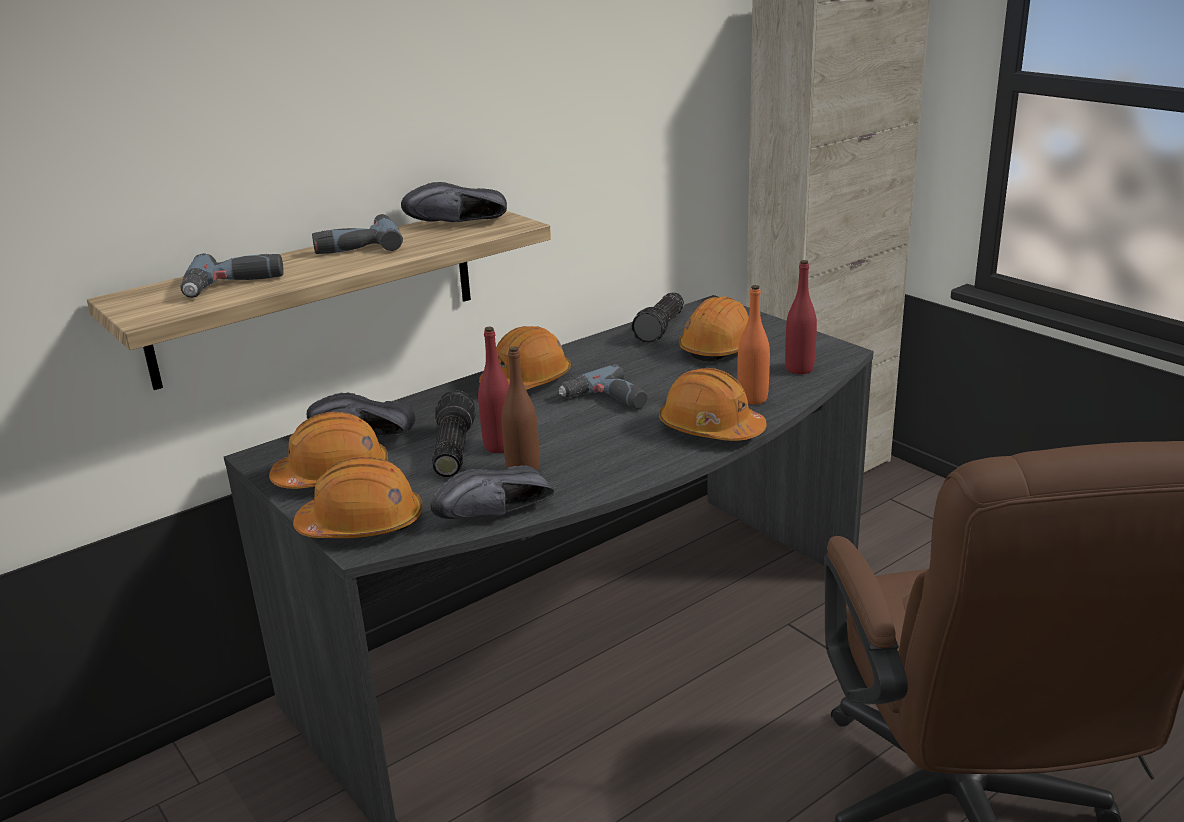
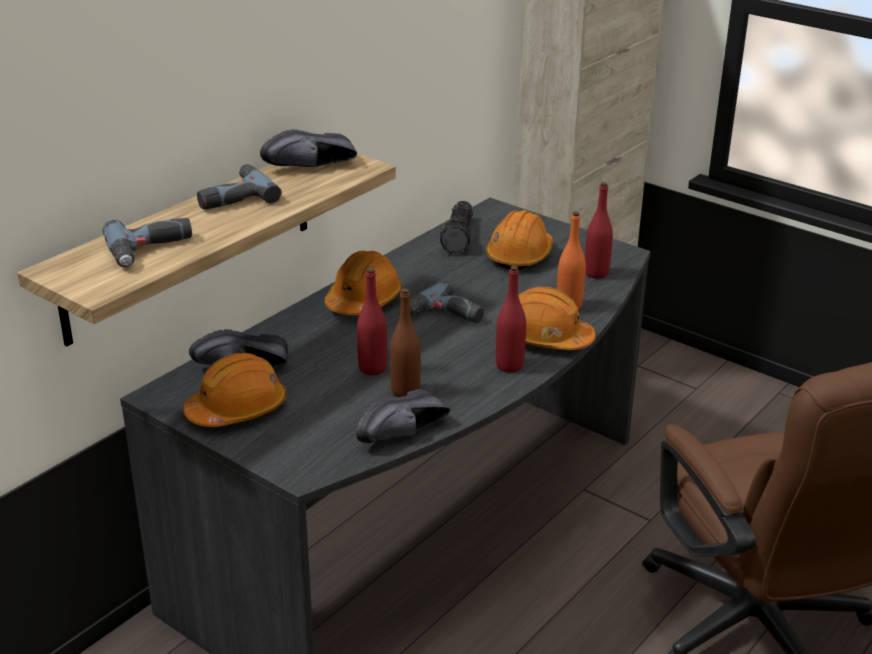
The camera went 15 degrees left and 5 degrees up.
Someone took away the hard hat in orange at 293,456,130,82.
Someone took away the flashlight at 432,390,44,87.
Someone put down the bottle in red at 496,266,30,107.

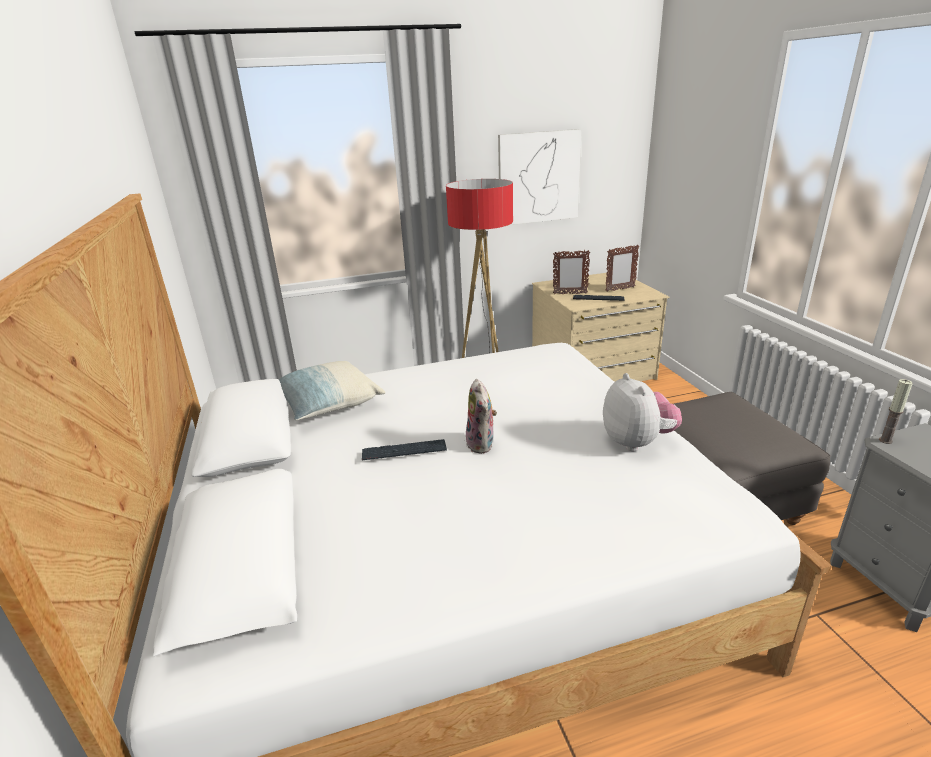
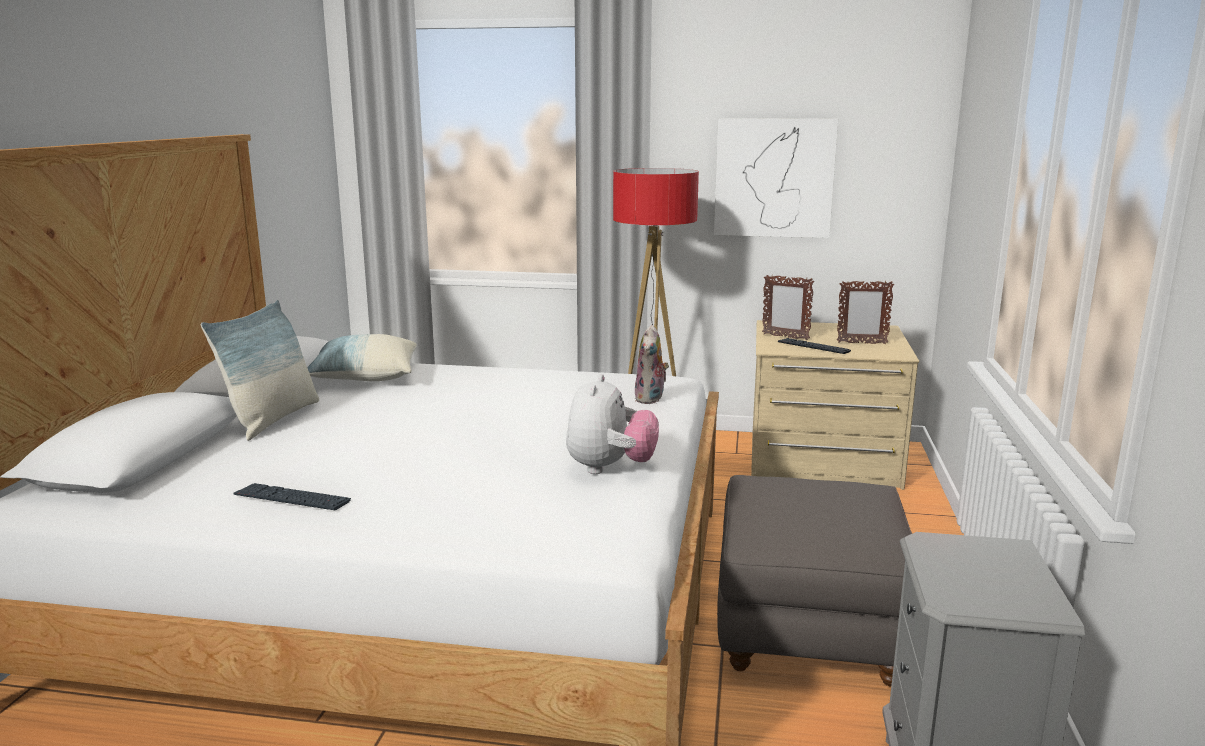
The camera went 25 degrees right and 10 degrees down.
Someone took away the candle at 879,379,34,65.
Someone put down the pillow at 201,300,118,141.
Someone carried the keyboard from 362,439,85,21 to 234,483,117,28.
Someone carried the plush toy from 466,379,31,75 to 635,325,34,79.

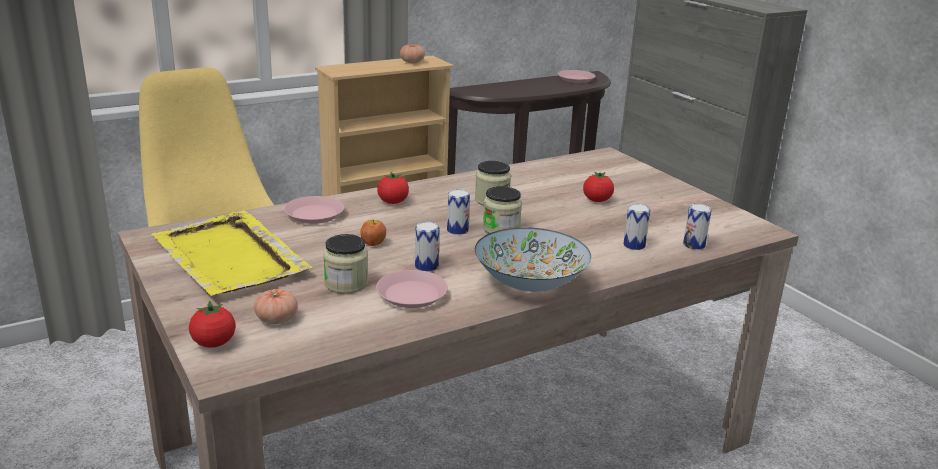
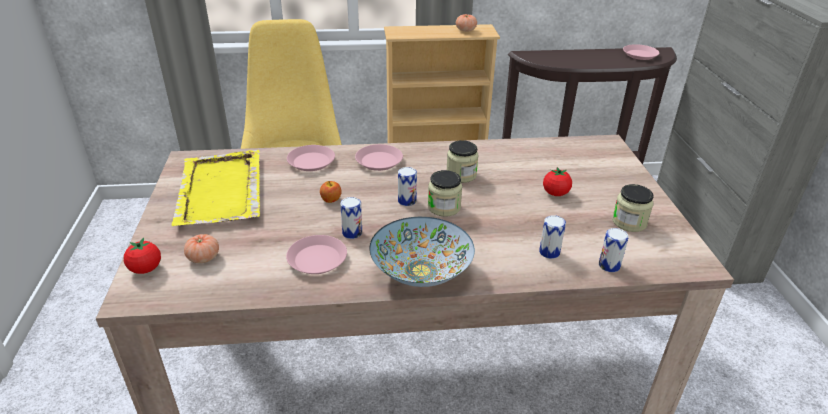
The camera went 25 degrees right and 10 degrees up.
Someone carried the jar from 323,234,45,60 to 612,184,42,48.
Someone swapped the tomato at 377,172,32,32 for the plate in pink at 355,144,48,27.

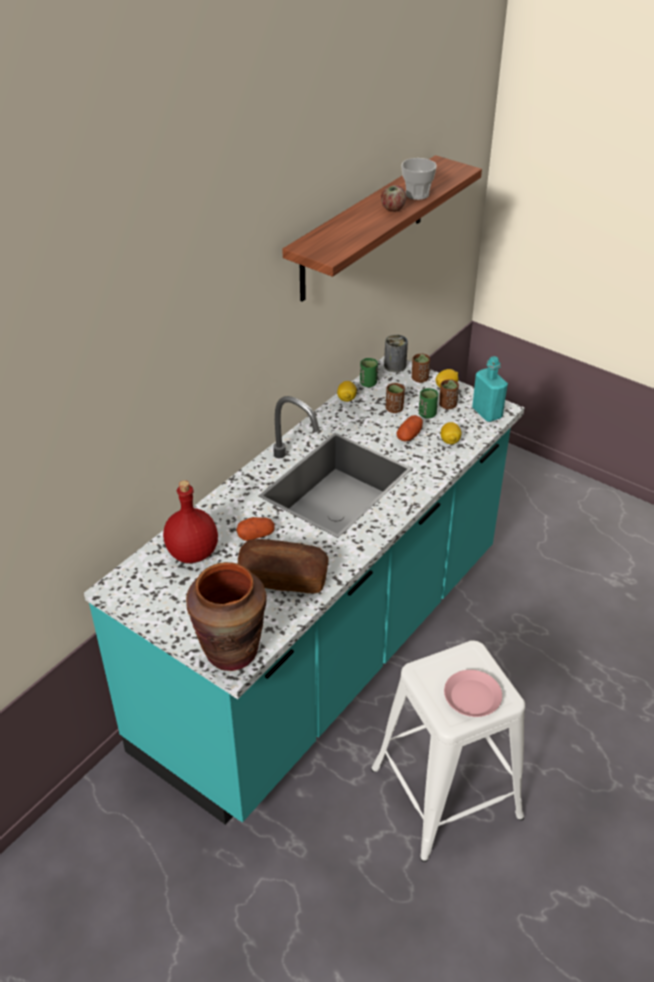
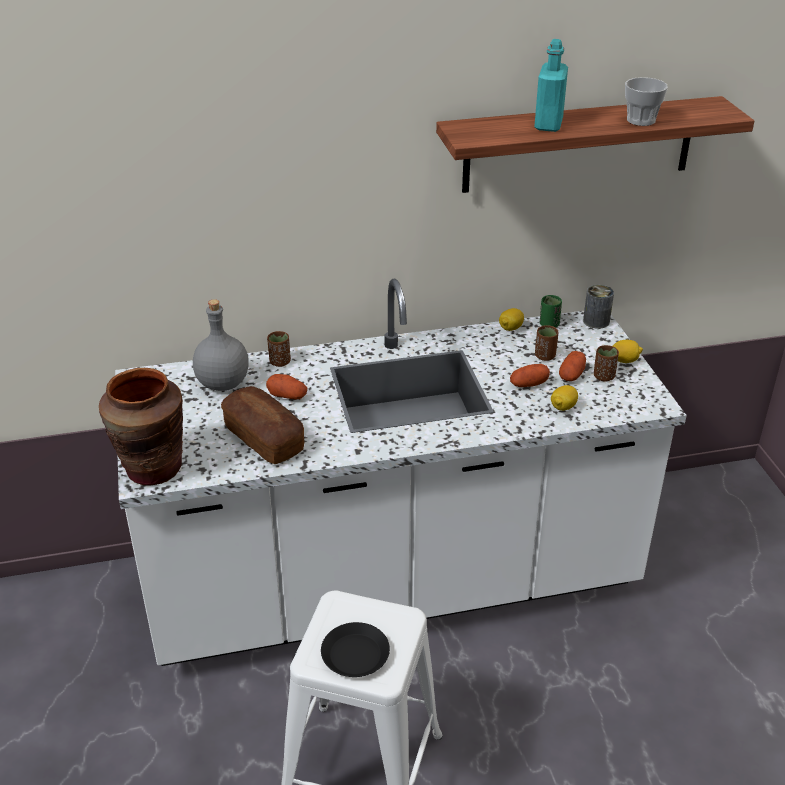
The camera went 40 degrees right and 5 degrees down.
Someone took away the apple at 381,185,25,27.
Someone carried the cup in brown from 412,354,18,29 to 267,331,24,36.
Someone carried the bottle in turquoise from 472,356,36,66 to 534,39,34,93.
Someone swapped the cup in green at 419,388,19,31 for the potato at 559,351,27,30.
Someone repainted the counter in turquoise at 84,356,440,469, which became the counter in white at 115,279,572,387.
Someone repainted the bottle in red at 163,480,55,83, which became the bottle in grey at 193,299,56,92.
Someone repainted the plate in pink at 444,670,58,47, which became the plate in black at 321,622,69,55.

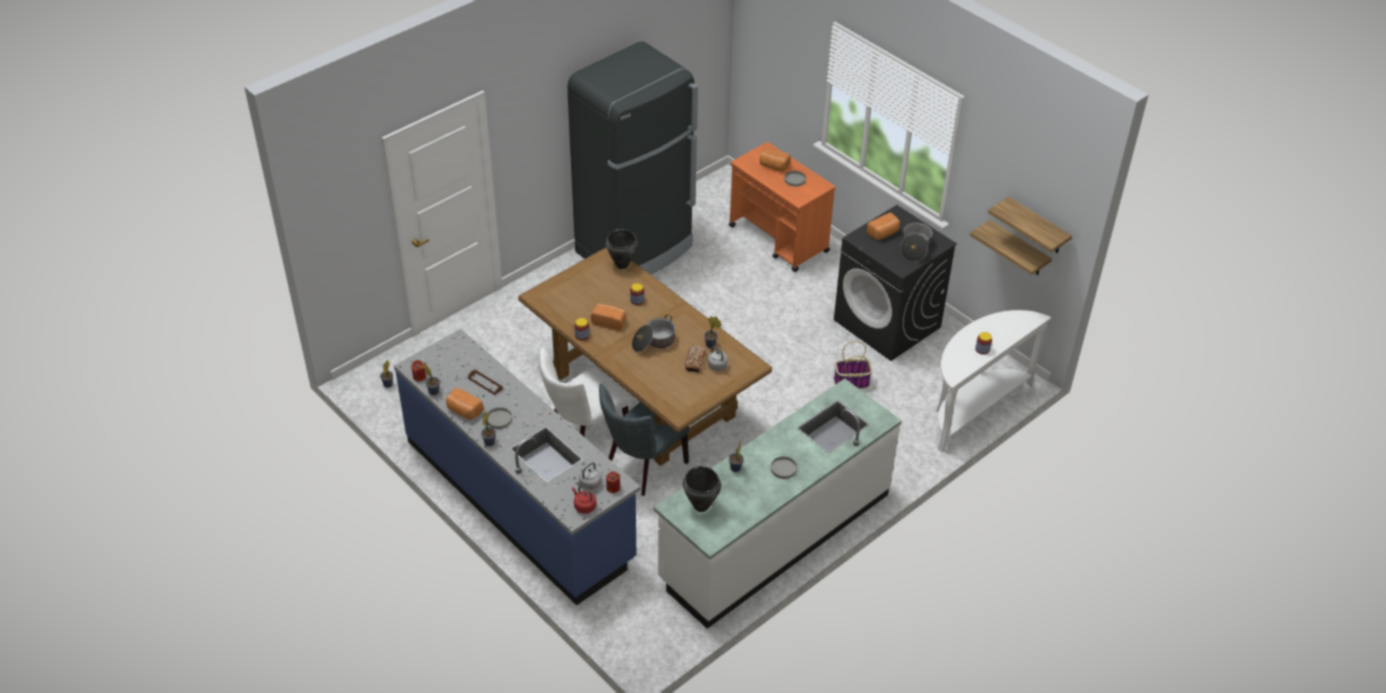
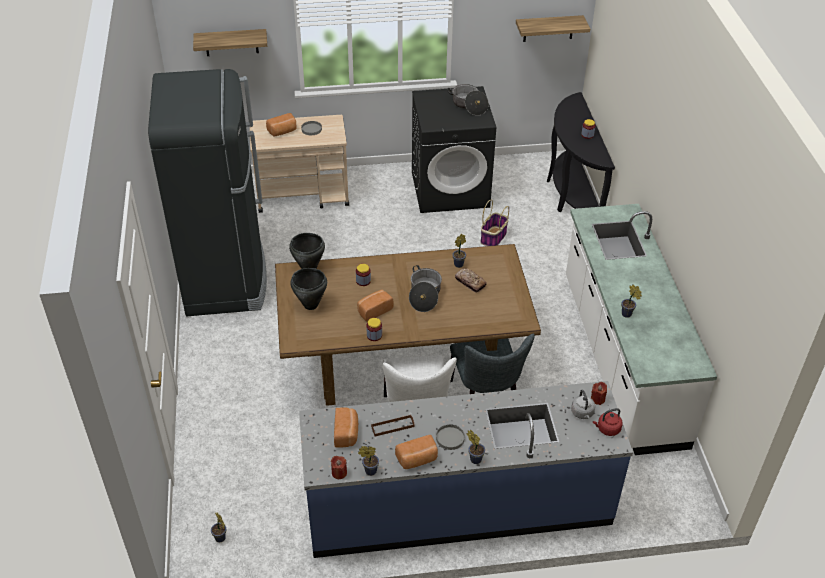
The camera went 55 degrees left and 0 degrees up.
Someone took away the kettle in grey at 708,346,20,25.
Someone took away the plate in grey at 771,457,26,22.
Someone carried the cooking pot in black from 683,466,38,46 to 290,268,37,42.
Someone carried the bread from 867,213,33,27 to 334,408,24,40.
Someone carried the shelf from 970,220,82,55 to 193,29,74,27.
Someone repainted the cart in orange at 729,142,107,130, which became the cart in beige at 250,115,99,98.
Someone repainted the console table in white at 936,310,115,142, which became the console table in black at 547,92,68,120.

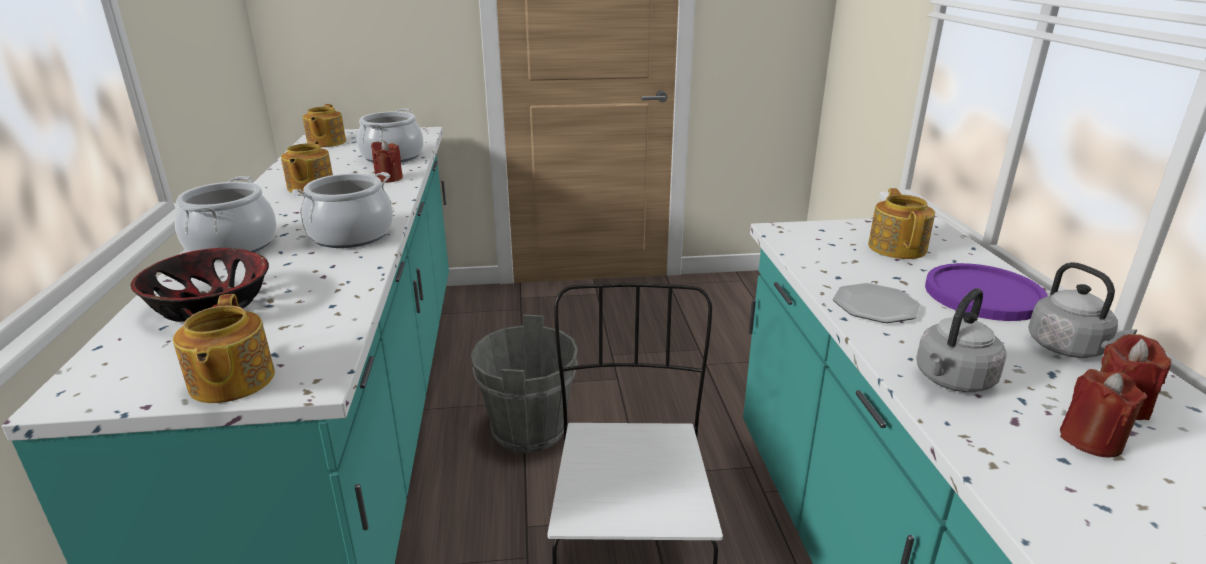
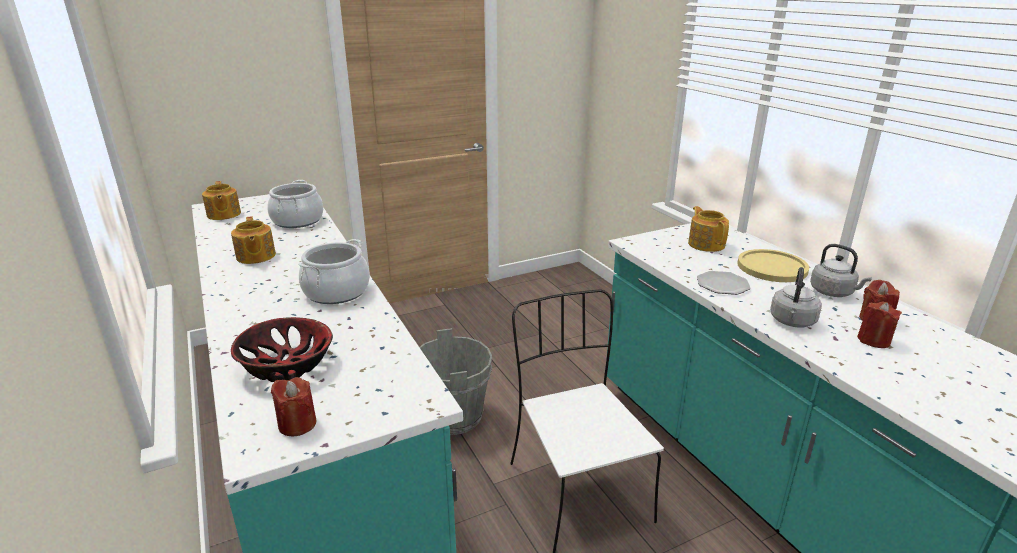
The camera went 20 degrees left and 0 degrees up.
Someone took away the teapot at 173,294,102,109.
Someone took away the cooking pot at 175,176,101,84.
Someone carried the candle in red from 371,140,32,43 to 271,377,46,59.
Someone repainted the plate in purple at 925,263,123,58, which became the plate in yellow at 737,249,72,33.

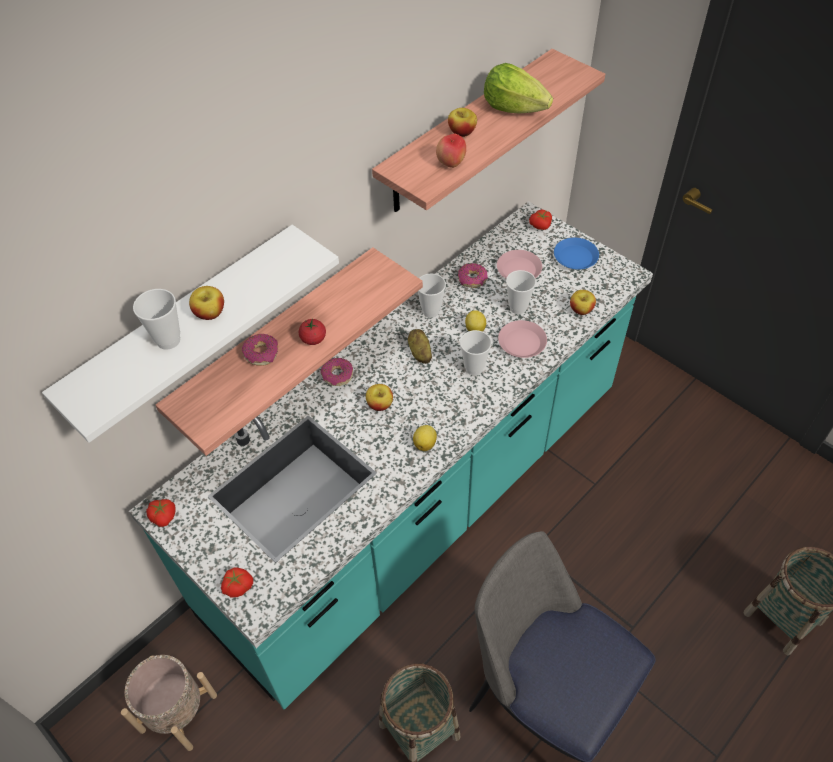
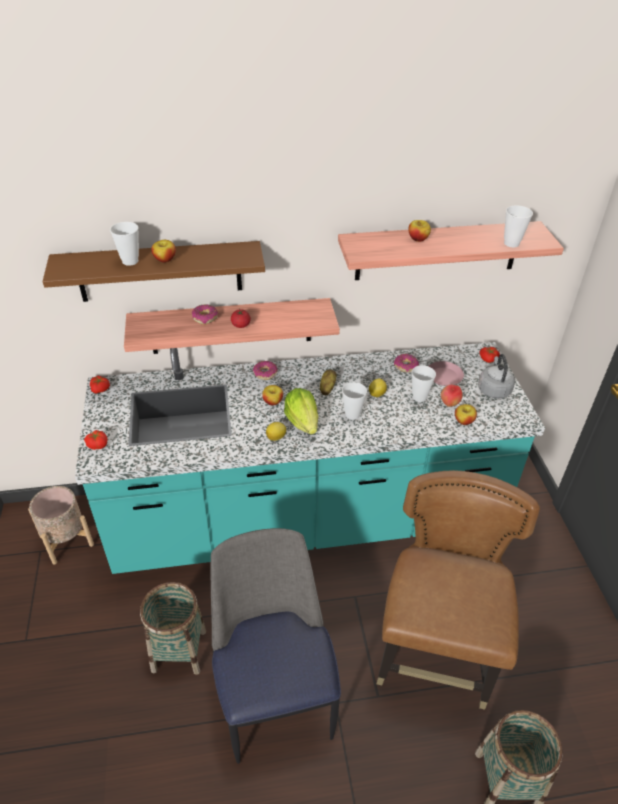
The camera went 35 degrees right and 10 degrees down.
Someone took away the plate in pink at 498,320,49,38.
Someone put down the chair in brown at 377,470,163,240.
Someone carried the cup from 418,274,28,44 to 504,205,29,42.
Someone carried the apple from 436,134,30,34 to 441,385,21,22.
Someone carried the lettuce from 484,63,69,50 to 284,388,34,46.
Someone swapped the plate in blue at 554,238,45,31 for the kettle in grey at 478,354,37,45.
Someone repainted the shelf in white at 42,225,297,218, which became the shelf in brown at 43,241,222,61.

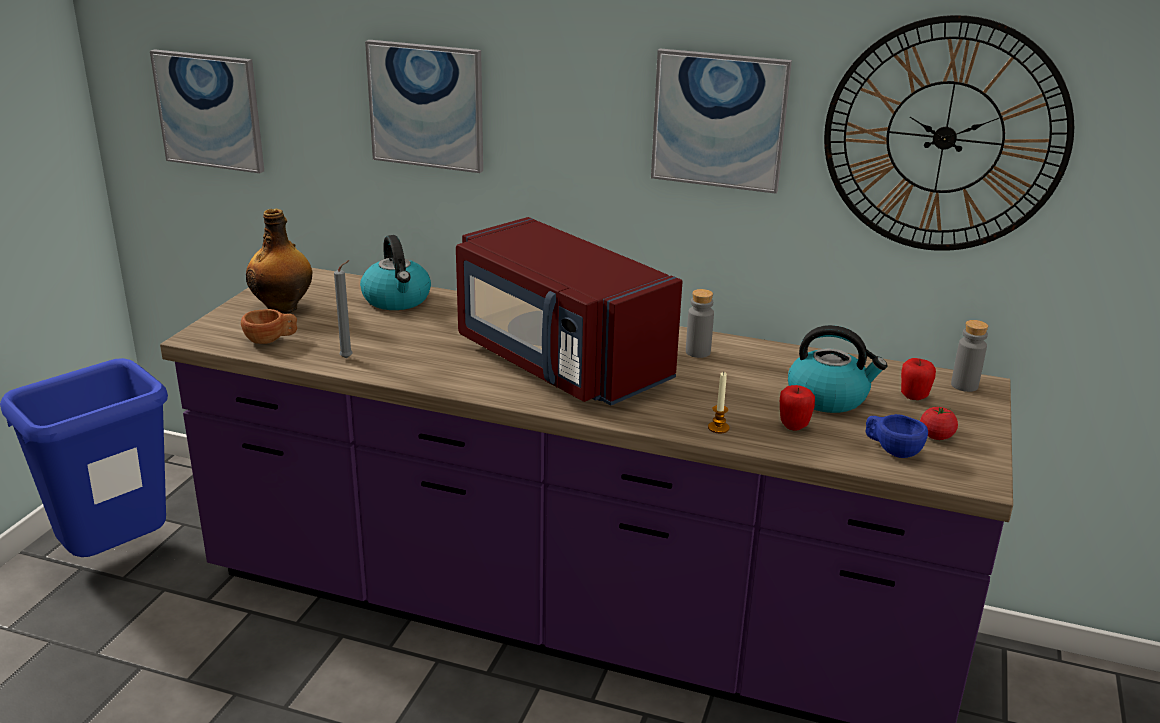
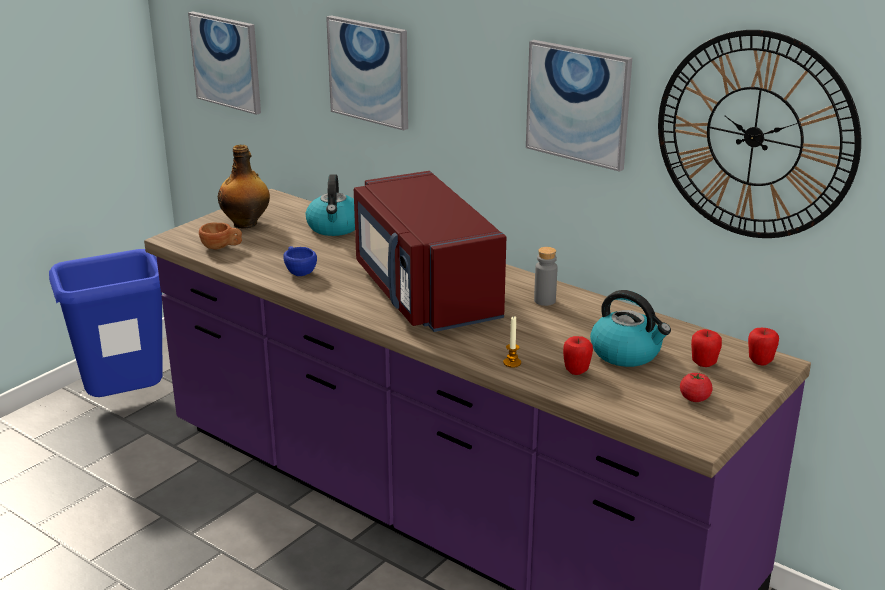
The camera went 20 degrees right and 0 degrees up.
Someone took away the candle in grey at 334,260,18,98.
Someone carried the cup in blue from 866,414,62,44 to 283,246,34,30.
Someone swapped the bottle in grey at 951,320,37,72 for the apple at 748,328,31,37.

